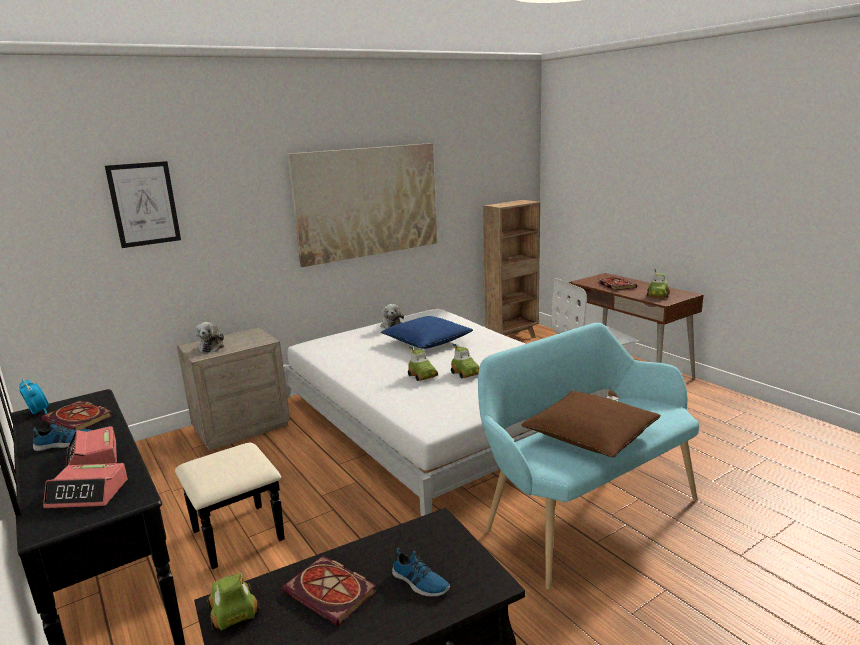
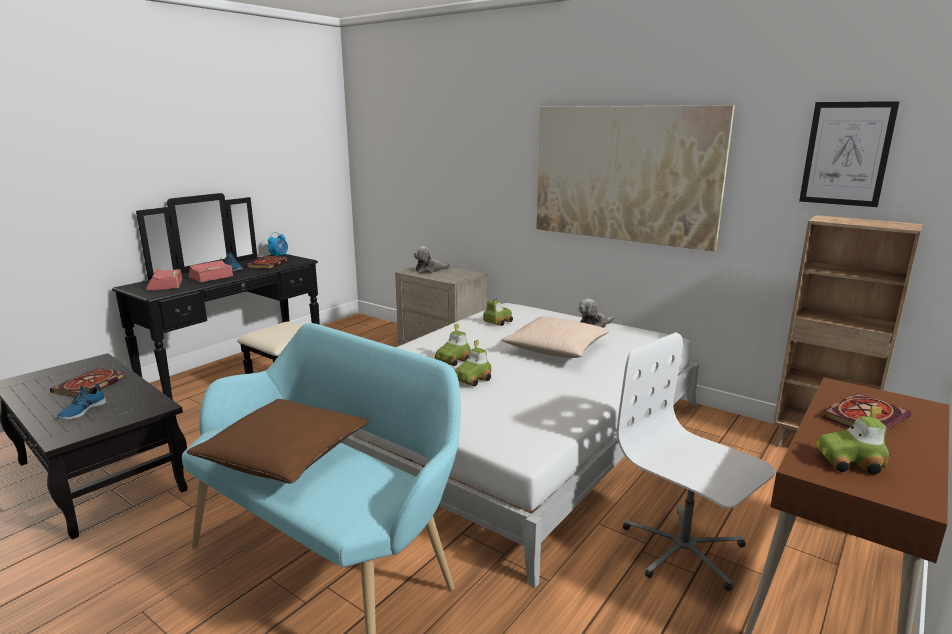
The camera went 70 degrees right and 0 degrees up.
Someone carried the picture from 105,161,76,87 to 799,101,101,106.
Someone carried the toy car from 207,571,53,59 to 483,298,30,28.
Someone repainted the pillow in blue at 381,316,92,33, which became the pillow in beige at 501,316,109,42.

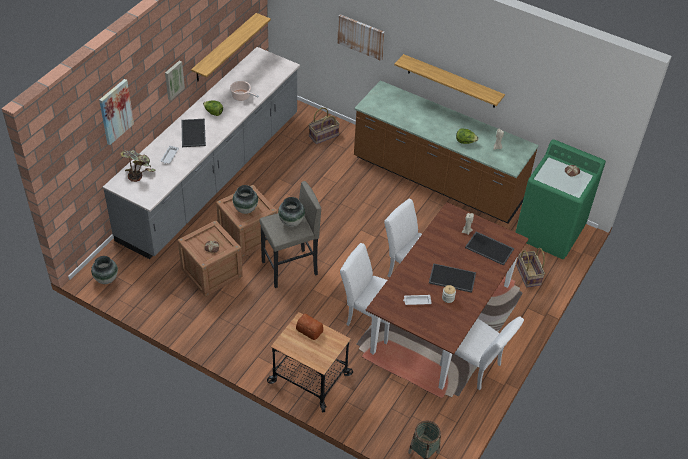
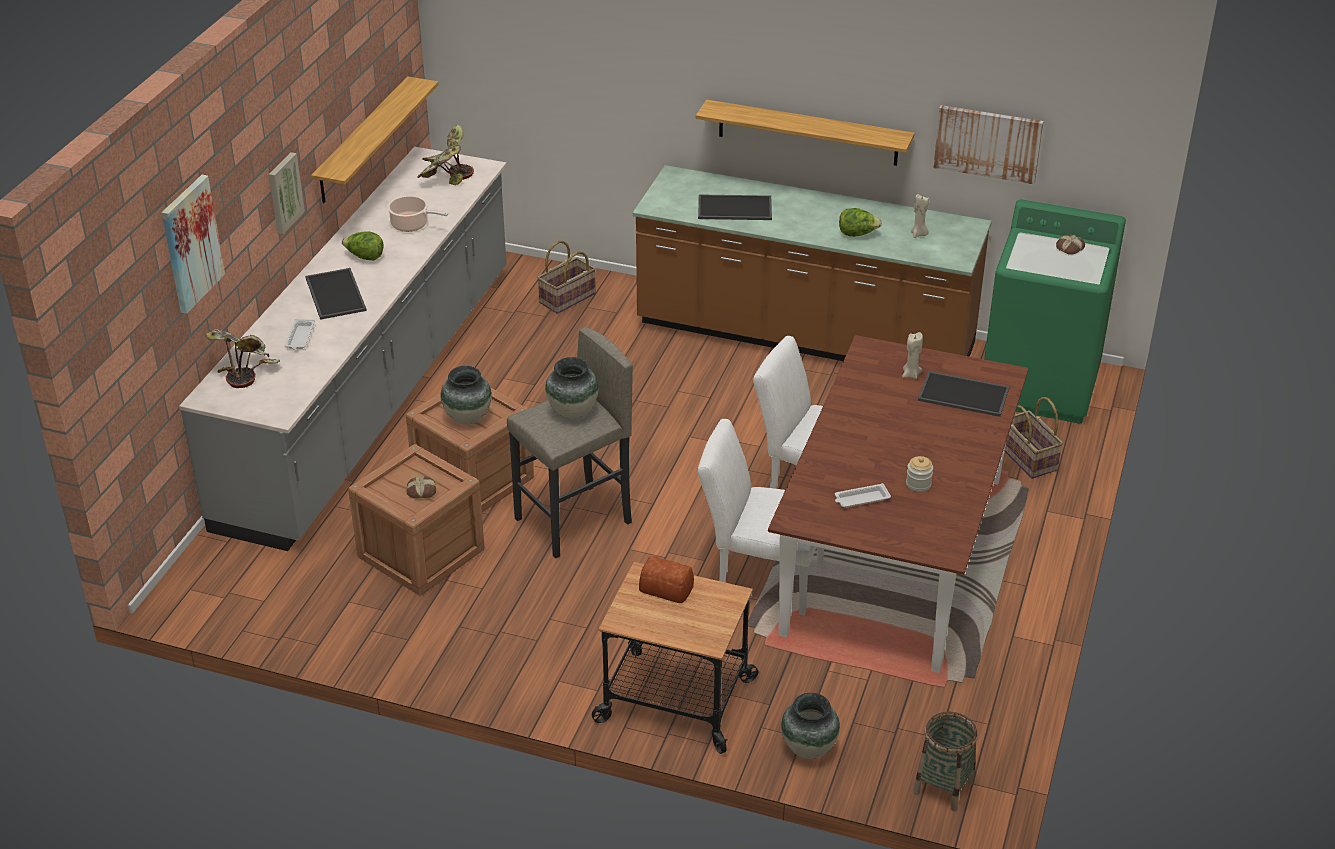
The camera went 10 degrees left and 10 degrees down.
Someone took away the chair in white at 440,316,84,74.
Someone put down the potted plant at 417,125,57,60.
Someone carried the vase from 91,256,27,28 to 781,693,59,66.
Someone carried the picture from 337,14,48,47 to 933,105,111,79.
Someone carried the tray from 429,263,47,30 to 698,194,74,26.

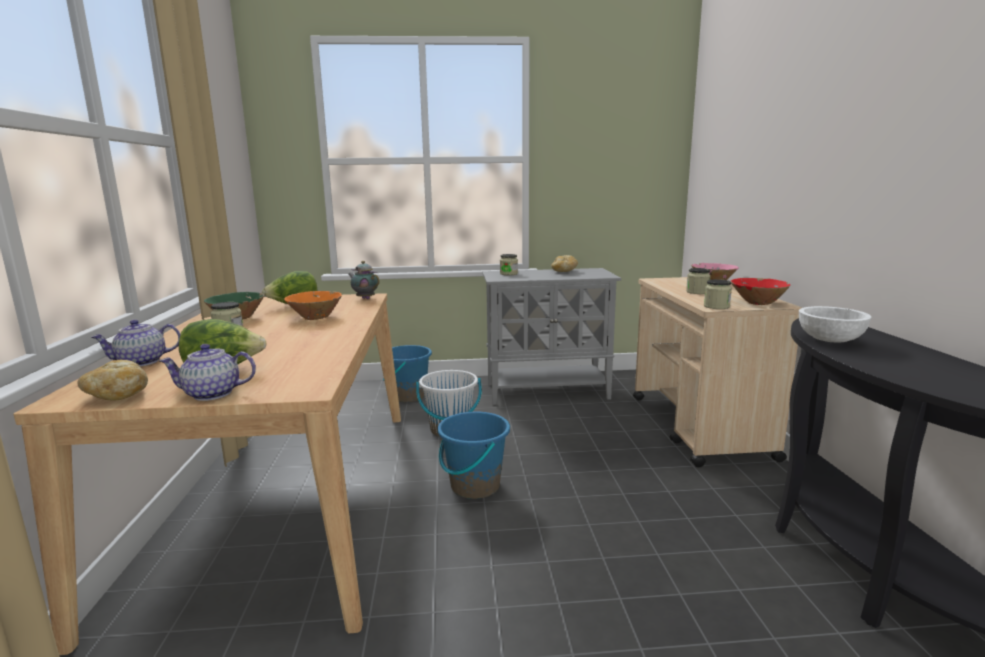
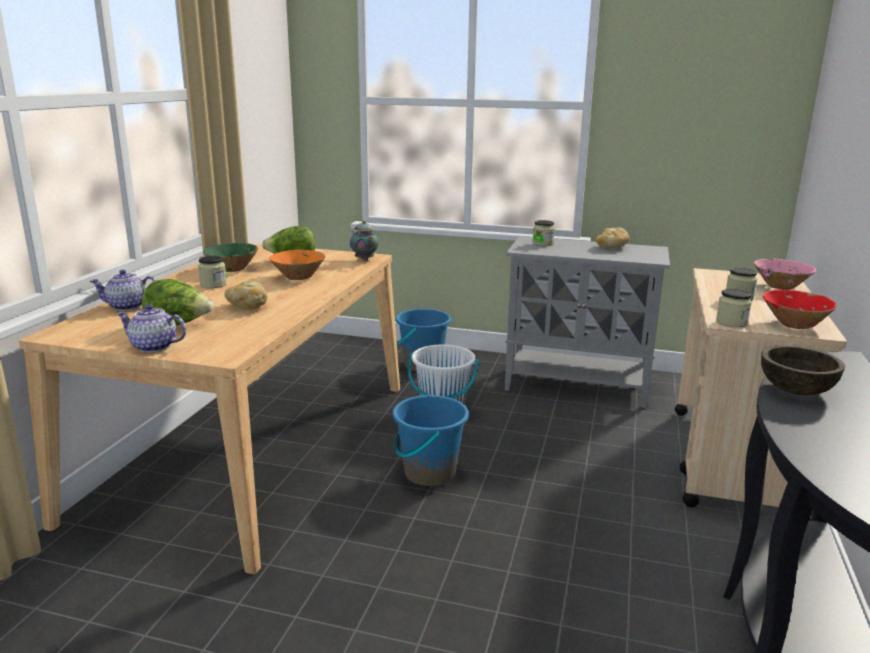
The camera went 20 degrees right and 5 degrees up.
Someone carried the bread from 77,360,71,41 to 224,281,44,29.
Someone repainted the bowl in white at 799,306,72,36, which became the bowl in brown at 761,345,84,50.

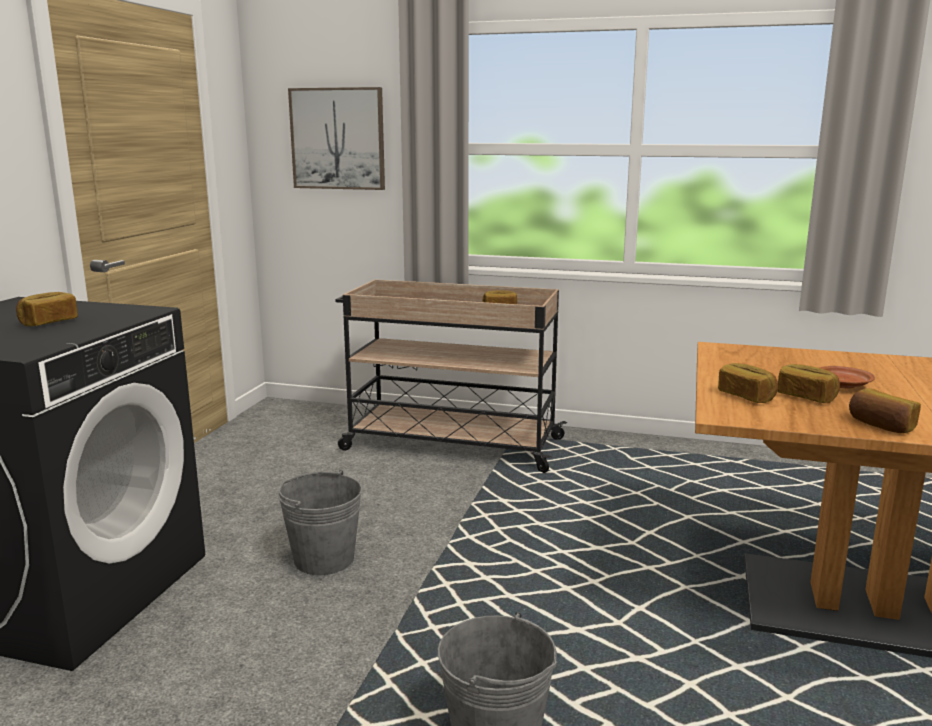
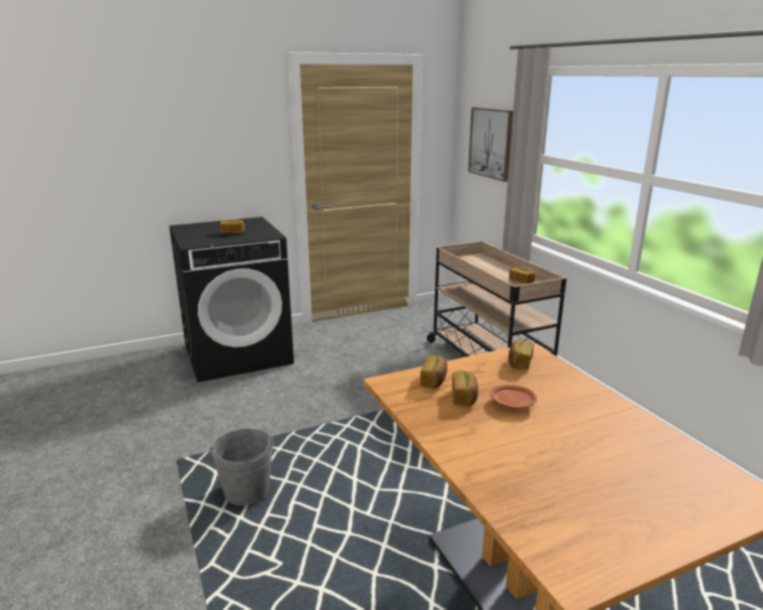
The camera went 50 degrees right and 5 degrees up.
Someone took away the bucket in grey at 278,470,84,105.
Someone carried the bread from 849,388,72,45 to 508,340,26,30.

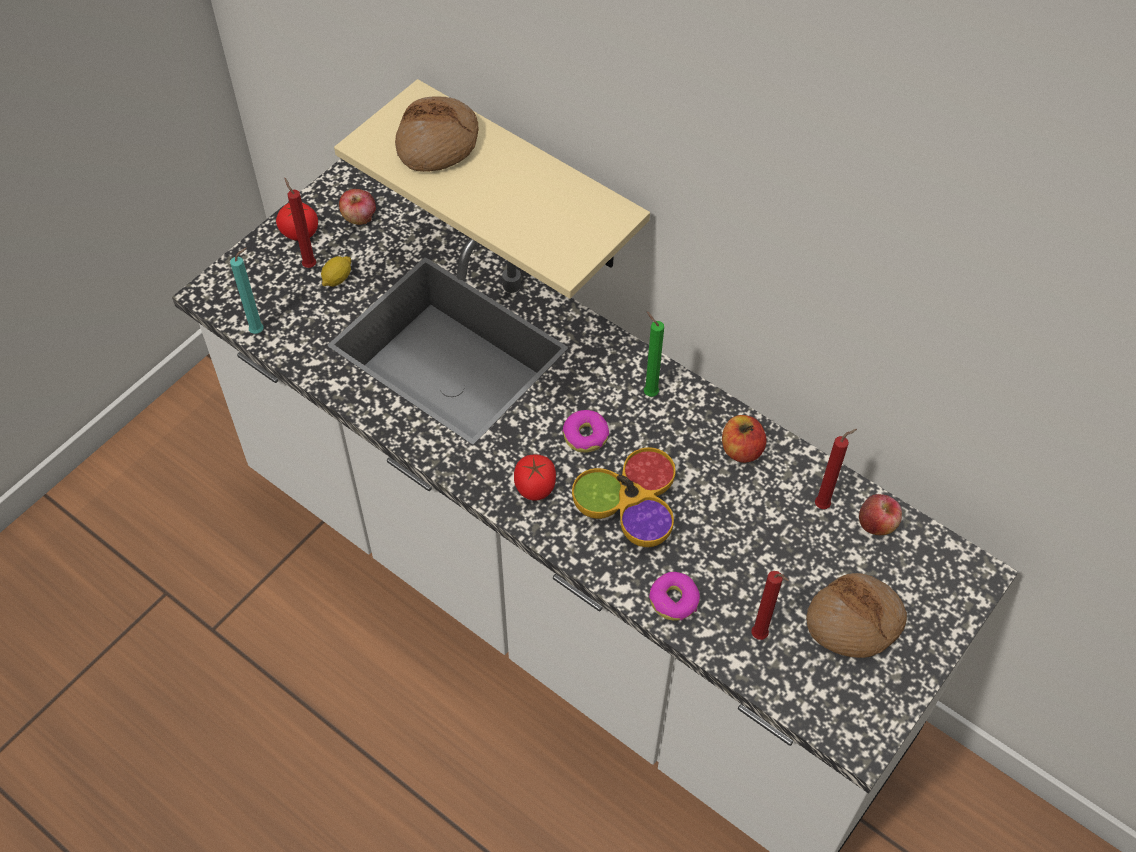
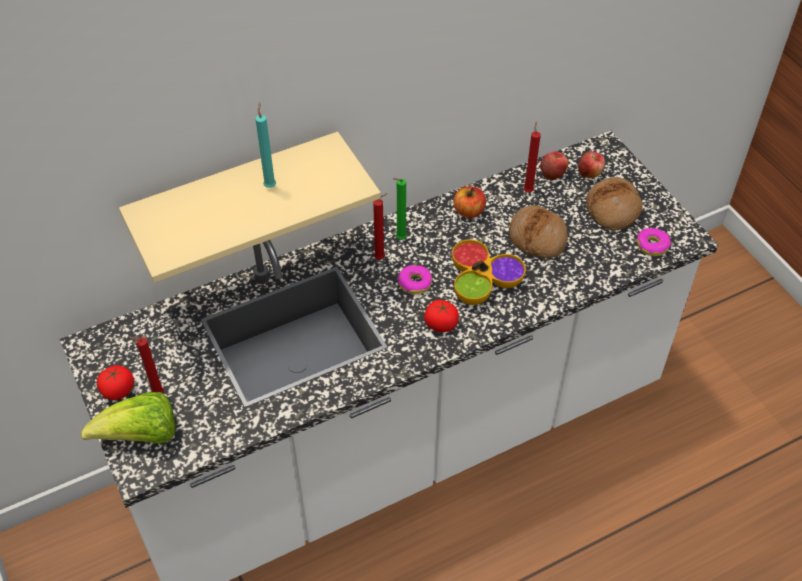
The camera went 65 degrees left and 5 degrees down.
Someone took away the lemon at 321,256,30,31.
Someone put down the lettuce at 81,392,94,52.
Someone carried the candle in turquoise from 230,248,34,86 to 255,102,21,86.
Someone carried the apple from 339,189,37,36 to 578,151,27,27.
Someone carried the bread from 395,96,84,76 to 509,205,59,53.
Someone carried the donut from 649,572,51,49 to 637,228,34,28.
Someone carried the candle in red from 751,571,38,69 to 373,193,15,67.

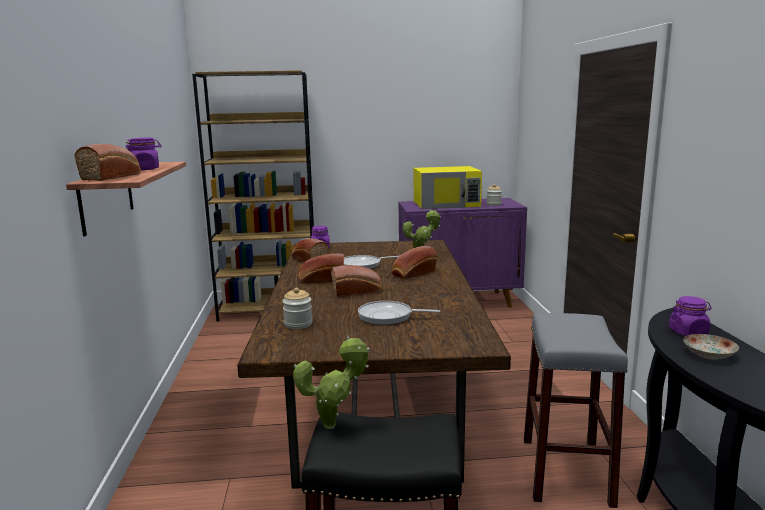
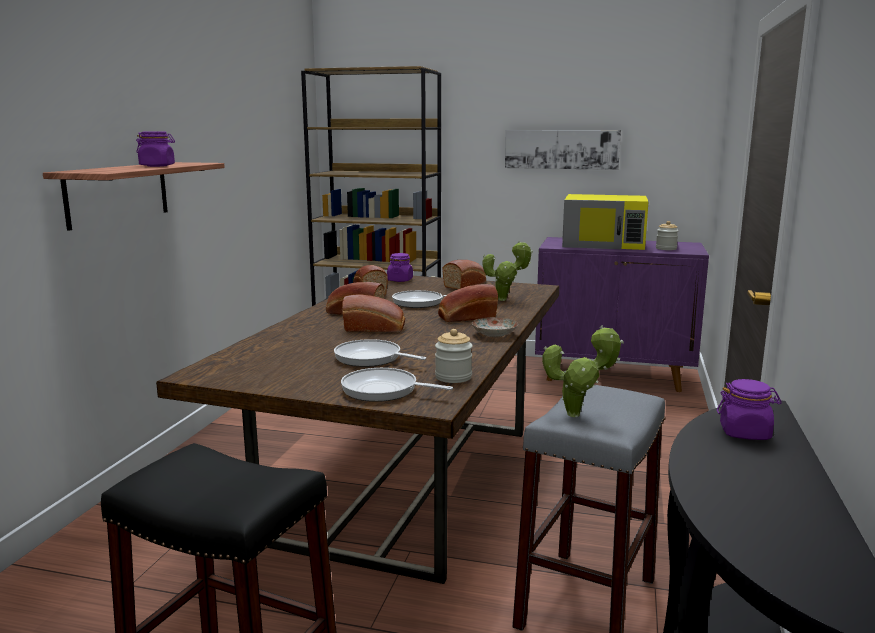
The camera went 20 degrees right and 0 degrees up.
Someone put down the frying pan at 341,368,112,34.
Someone put up the picture at 505,130,116,40.
Someone carried the bread from 75,144,66,37 to 442,260,44,29.
Someone carried the jar from 282,288,31,41 to 435,329,38,54.
Someone carried the potted plant from 293,336,78,93 to 542,325,82,92.
Someone carried the plate from 683,334,56,26 to 472,317,46,20.

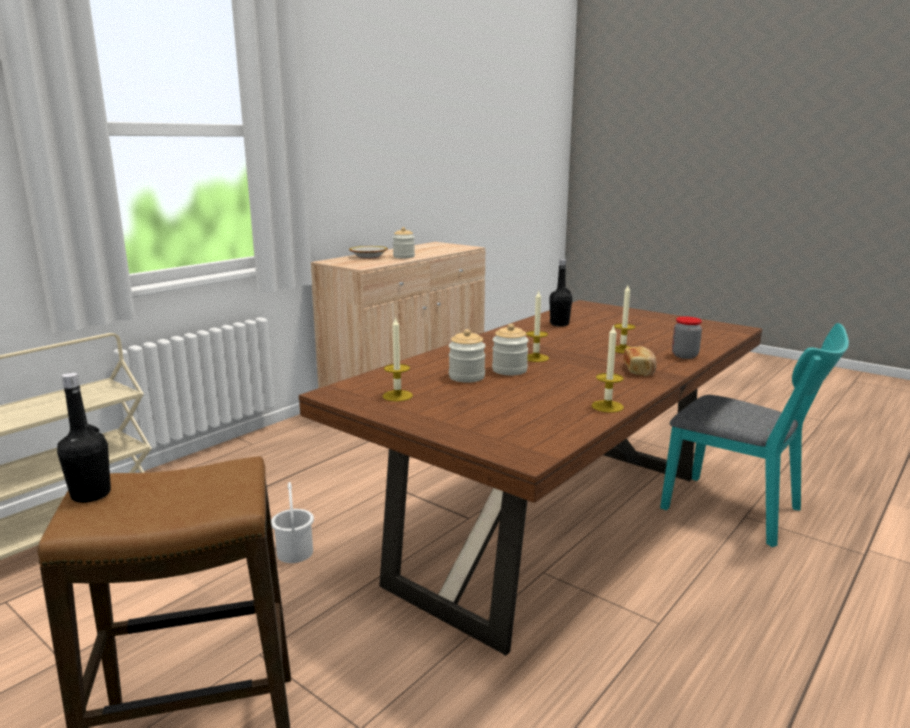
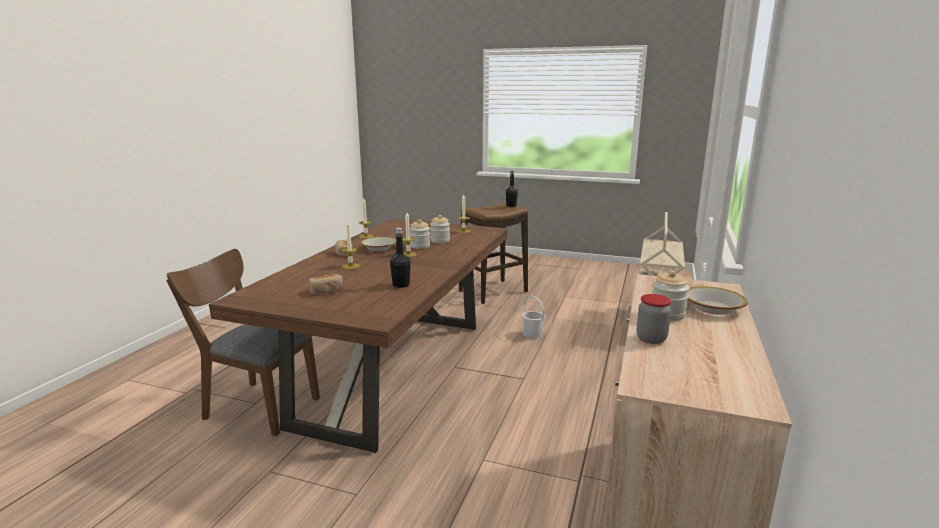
The camera went 160 degrees right and 0 degrees up.
Someone put down the bread at 309,274,34,21.
Someone put down the bowl at 360,237,36,15.
Someone carried the jar from 672,317,30,42 to 637,294,34,50.
Someone repainted the chair in turquoise at 660,323,189,224, which became the chair in brown at 166,249,154,187.

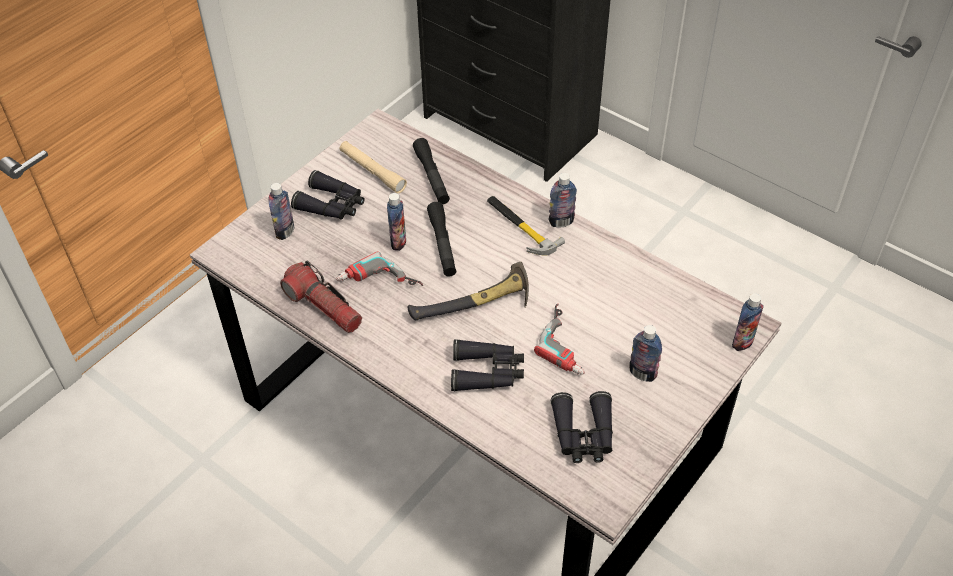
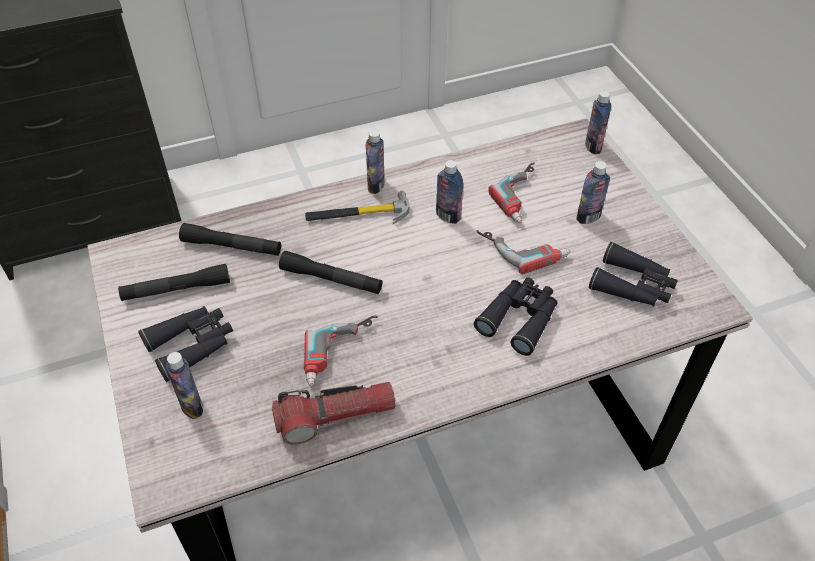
The camera went 60 degrees left and 0 degrees up.
Someone took away the hammer at 408,262,121,58.
Someone put down the power drill at 488,163,47,60.
Someone carried the bottle from 387,193,19,58 to 436,160,27,64.
Someone repainted the flashlight in beige at 340,141,67,52, which became the flashlight in black at 118,264,112,37.

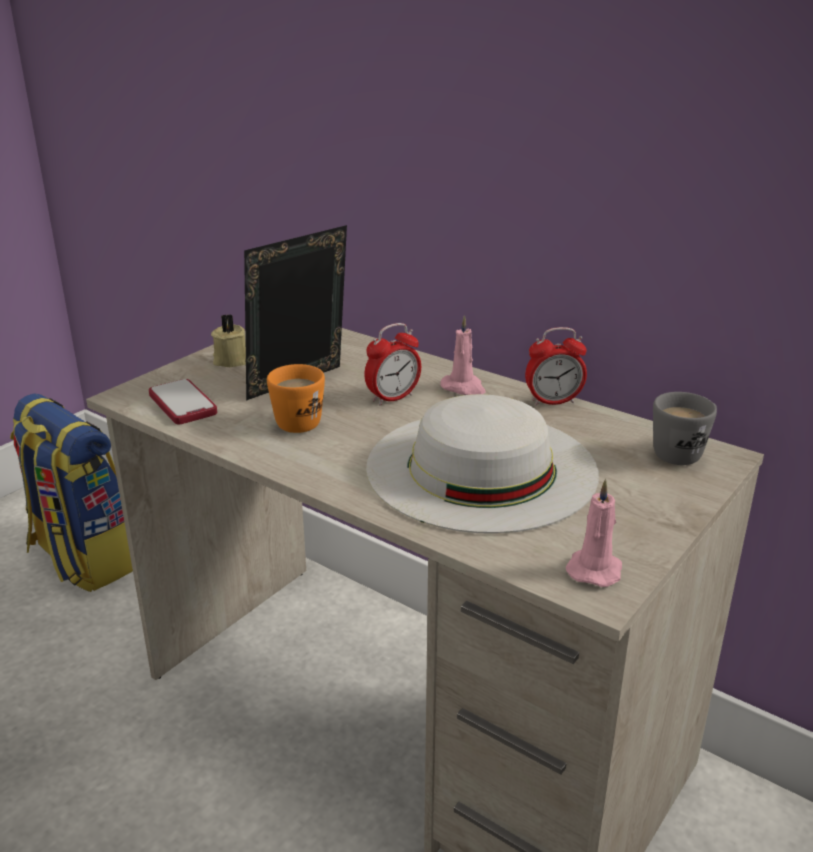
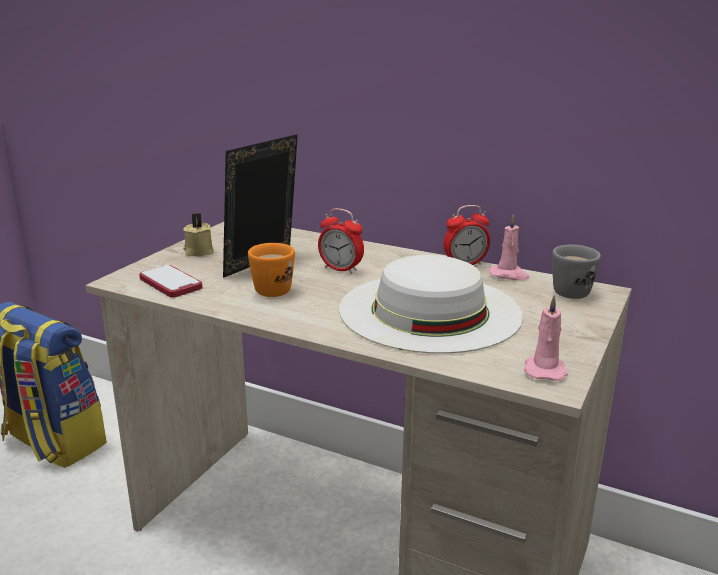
The camera went 10 degrees left and 5 degrees down.
Someone carried the candle in pink from 440,315,46,80 to 489,214,40,66.
Someone rotated the alarm clock at 364,323,57,82 by 75 degrees clockwise.

